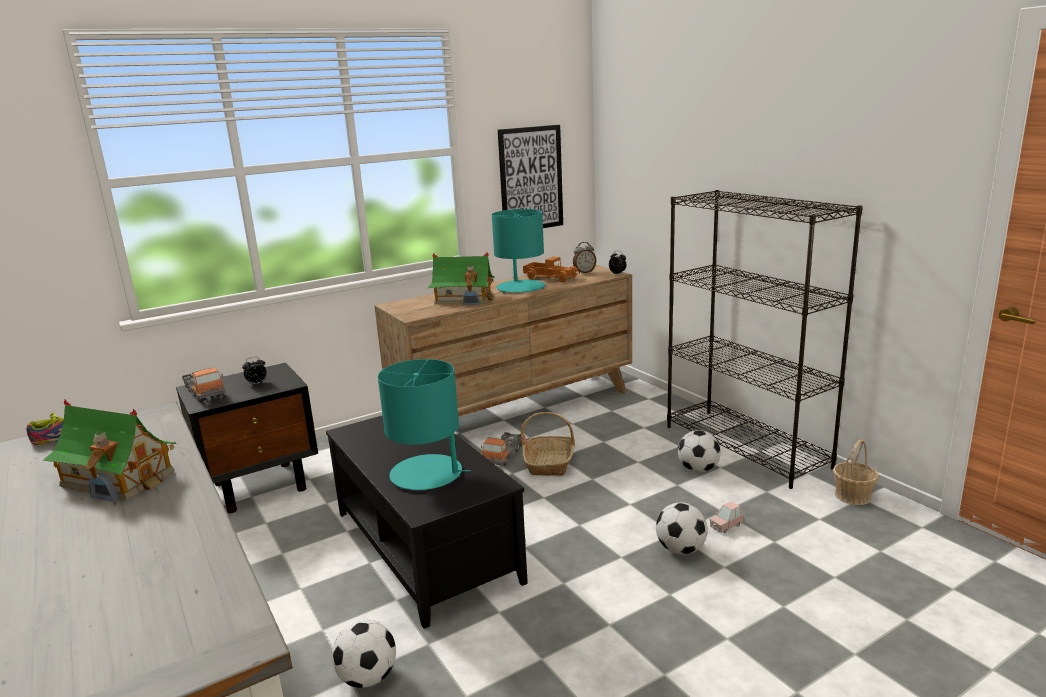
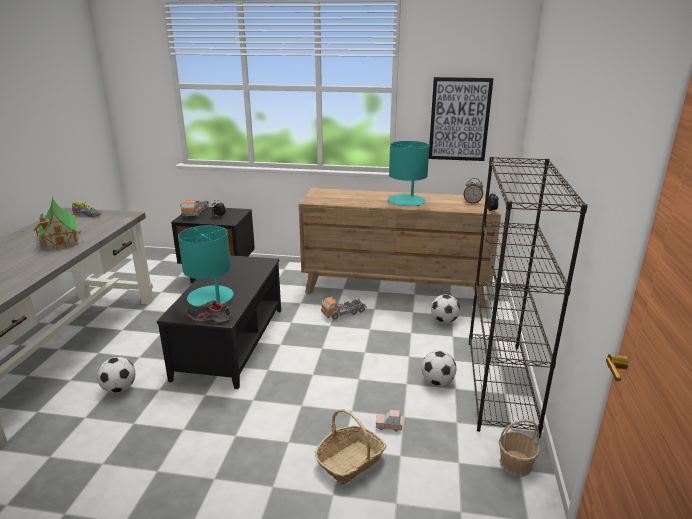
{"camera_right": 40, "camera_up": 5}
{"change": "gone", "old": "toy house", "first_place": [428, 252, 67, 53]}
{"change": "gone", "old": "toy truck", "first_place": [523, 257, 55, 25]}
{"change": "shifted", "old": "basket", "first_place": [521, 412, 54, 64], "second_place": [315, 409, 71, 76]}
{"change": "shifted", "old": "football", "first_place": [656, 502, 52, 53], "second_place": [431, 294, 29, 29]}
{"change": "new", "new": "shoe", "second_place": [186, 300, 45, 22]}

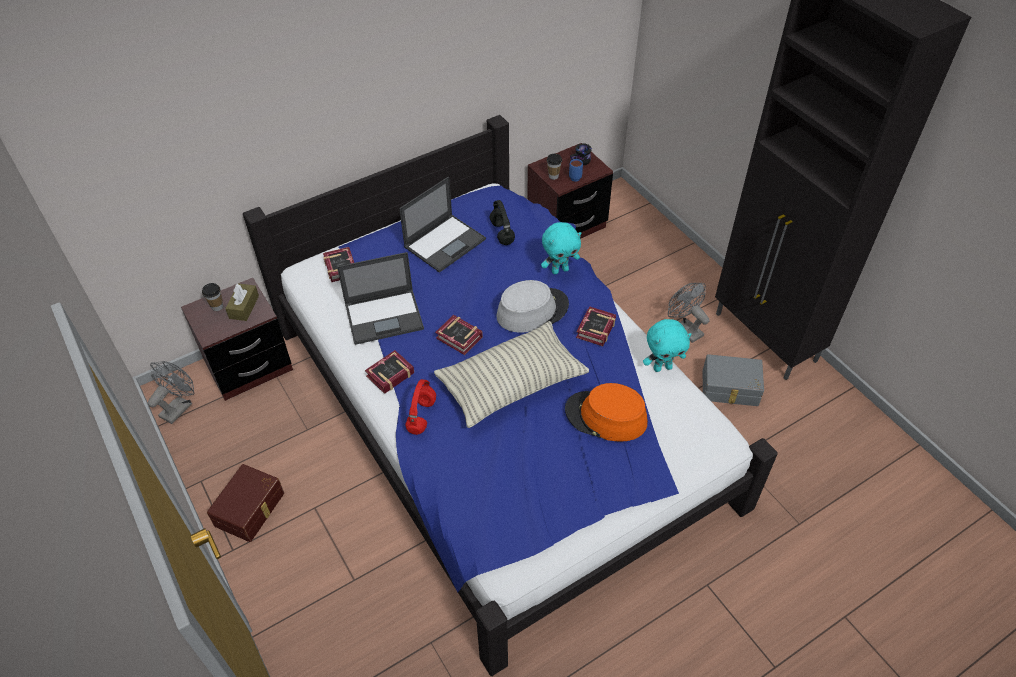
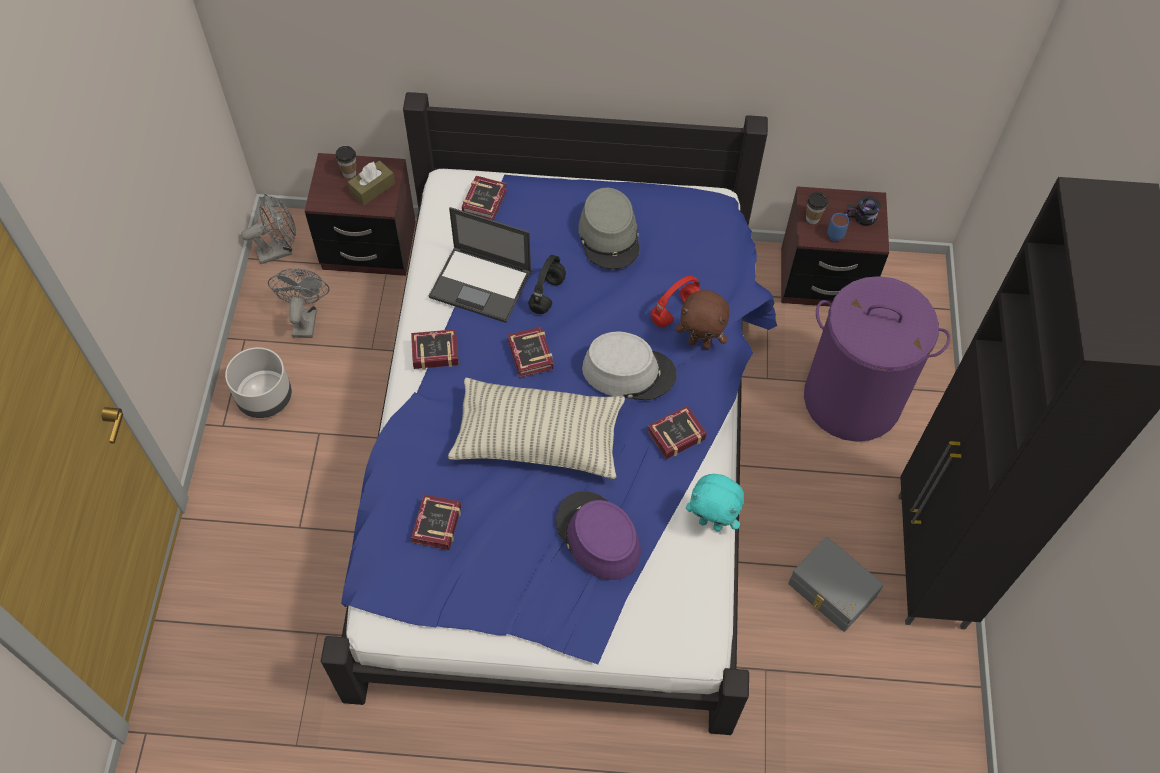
{"camera_right": 35, "camera_up": 10}
{"change": "swapped", "old": "laptop", "new": "hat (grey)", "first_place": [399, 177, 87, 96], "second_place": [578, 188, 62, 81]}
{"change": "shifted", "old": "headphones (black)", "first_place": [490, 200, 25, 45], "second_place": [528, 255, 38, 59]}
{"change": "repainted", "old": "plush toy (turquoise)", "new": "plush toy (brown)", "first_place": [541, 222, 40, 52], "second_place": [676, 290, 53, 59]}
{"change": "shifted", "old": "fan (grey)", "first_place": [668, 283, 42, 60], "second_place": [268, 268, 61, 70]}
{"change": "shifted", "old": "headphones (red)", "first_place": [405, 379, 31, 56], "second_place": [651, 276, 50, 51]}
{"change": "repainted", "old": "hat (orange)", "new": "hat (purple)", "first_place": [565, 383, 83, 59], "second_place": [556, 491, 85, 89]}
{"change": "swapped", "old": "storage box (brown)", "new": "planter (grey)", "first_place": [207, 464, 77, 78], "second_place": [225, 347, 67, 71]}
{"change": "new", "new": "laundry basket (purple)", "second_place": [804, 276, 146, 166]}
{"change": "new", "new": "book", "second_place": [411, 494, 50, 56]}

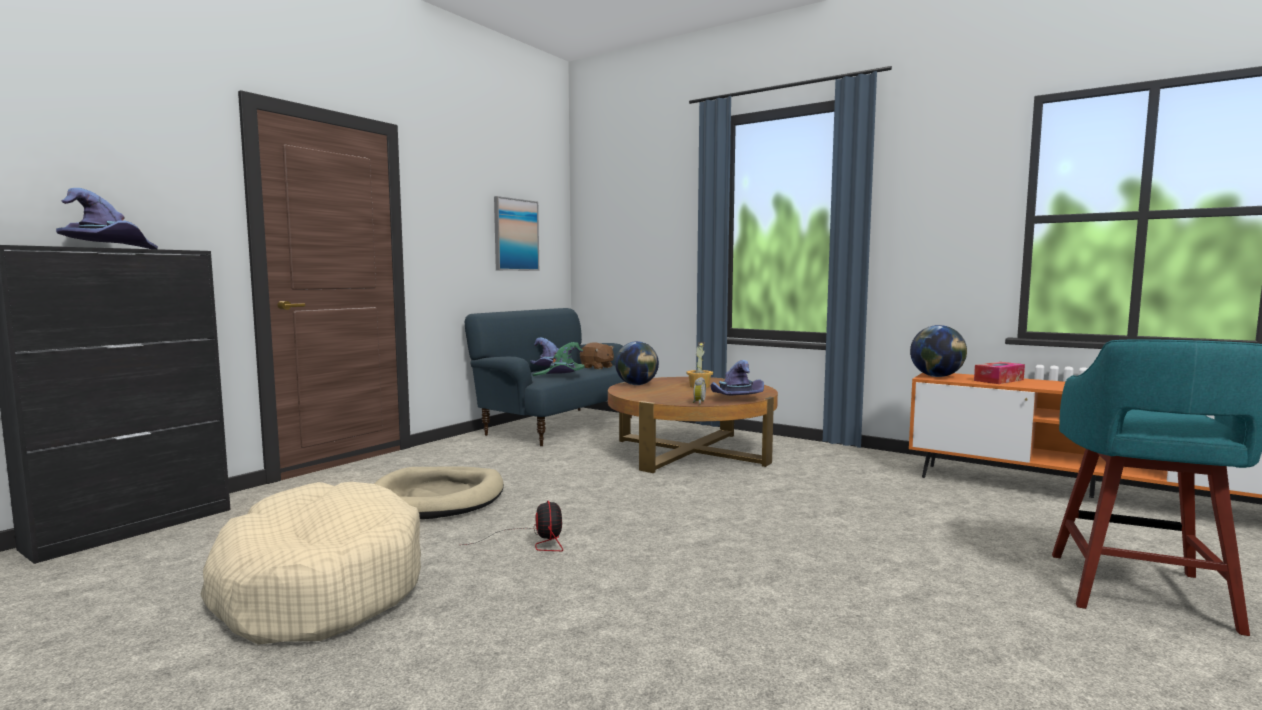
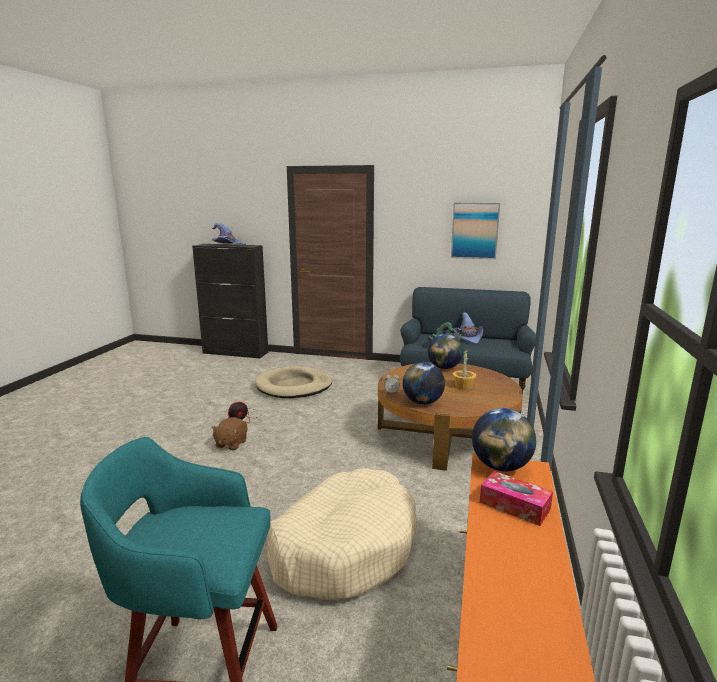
{"camera_right": 70, "camera_up": 10}
{"change": "shifted", "old": "plush toy (brown)", "first_place": [580, 343, 34, 26], "second_place": [211, 417, 36, 33]}
{"change": "swapped", "old": "hat (purple)", "new": "globe", "first_place": [710, 360, 54, 36], "second_place": [403, 362, 42, 43]}
{"change": "shifted", "old": "dog bed (beige)", "first_place": [200, 482, 221, 163], "second_place": [267, 468, 151, 132]}

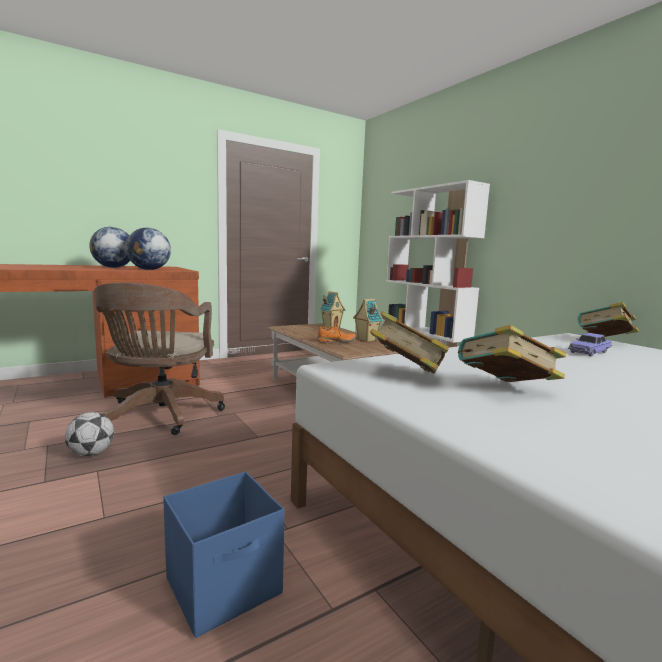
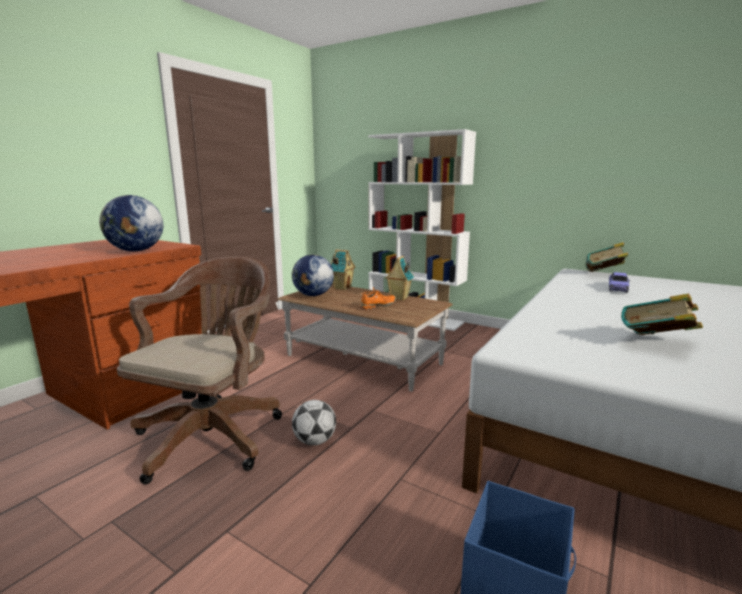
{"camera_right": -25, "camera_up": 5}
{"change": "shifted", "old": "globe", "first_place": [89, 227, 41, 41], "second_place": [291, 255, 43, 41]}
{"change": "rotated", "old": "office chair (brown)", "first_place": [94, 283, 131, 152], "second_place": [117, 256, 165, 228], "degrees": -135}
{"change": "gone", "old": "book", "first_place": [370, 311, 79, 63]}
{"change": "shifted", "old": "football", "first_place": [65, 412, 49, 44], "second_place": [292, 400, 44, 45]}

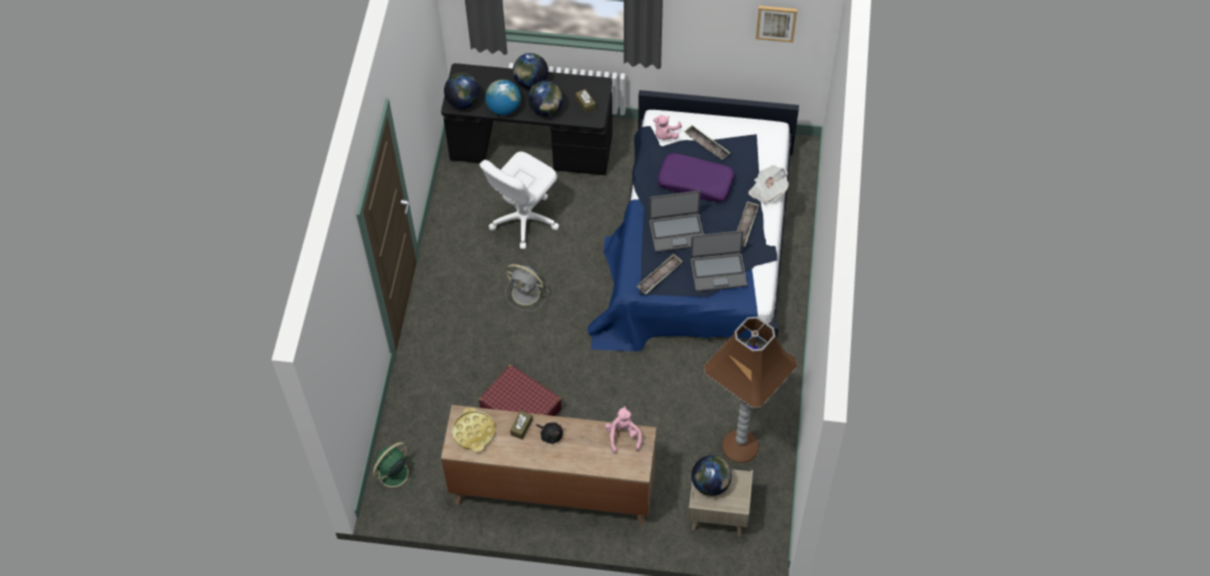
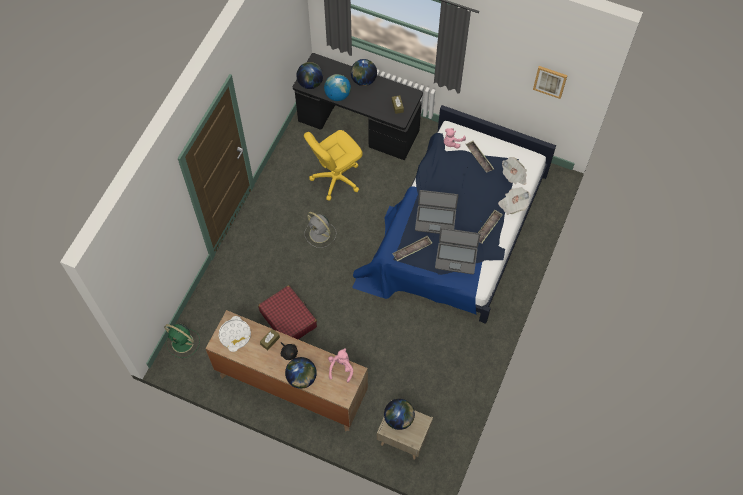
{"camera_right": 15, "camera_up": 5}
{"change": "shifted", "old": "globe", "first_place": [528, 80, 35, 36], "second_place": [285, 357, 32, 32]}
{"change": "repainted", "old": "office chair (white)", "new": "office chair (yellow)", "first_place": [480, 152, 79, 97], "second_place": [304, 130, 59, 71]}
{"change": "gone", "old": "pillow (purple)", "first_place": [658, 153, 76, 49]}
{"change": "gone", "old": "floor lamp (brown)", "first_place": [704, 317, 94, 146]}
{"change": "repainted", "old": "tray (yellow)", "new": "tray (white)", "first_place": [452, 407, 43, 45], "second_place": [219, 316, 32, 36]}
{"change": "rotated", "old": "fan (green)", "first_place": [371, 442, 45, 54], "second_place": [164, 324, 36, 34], "degrees": -120}
{"change": "new", "new": "newspaper", "second_place": [502, 157, 25, 28]}

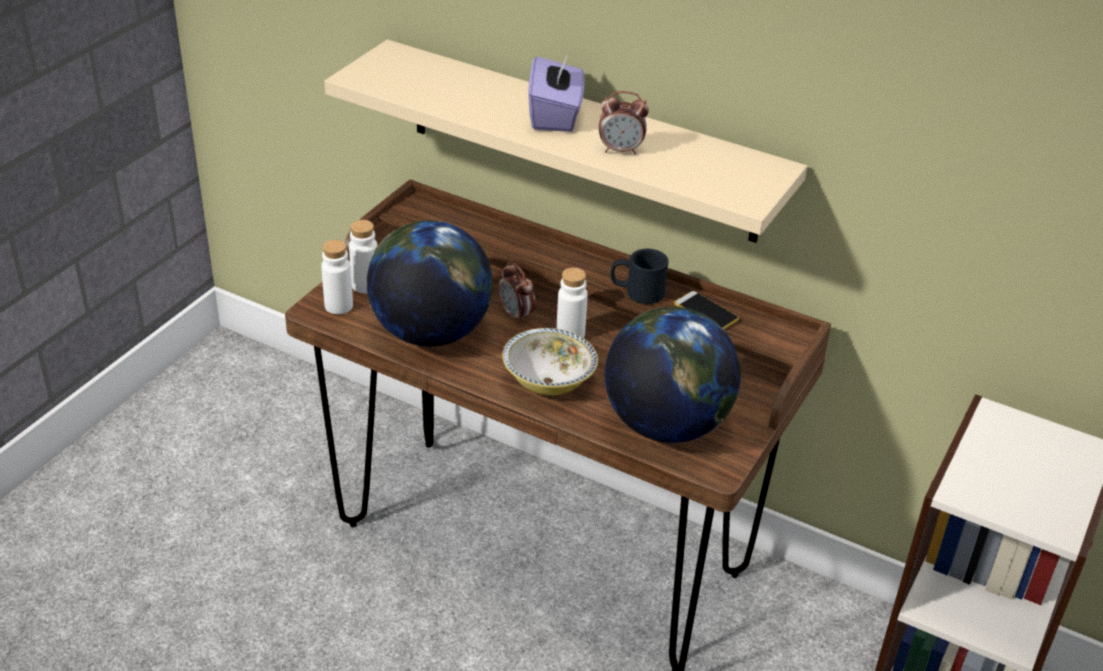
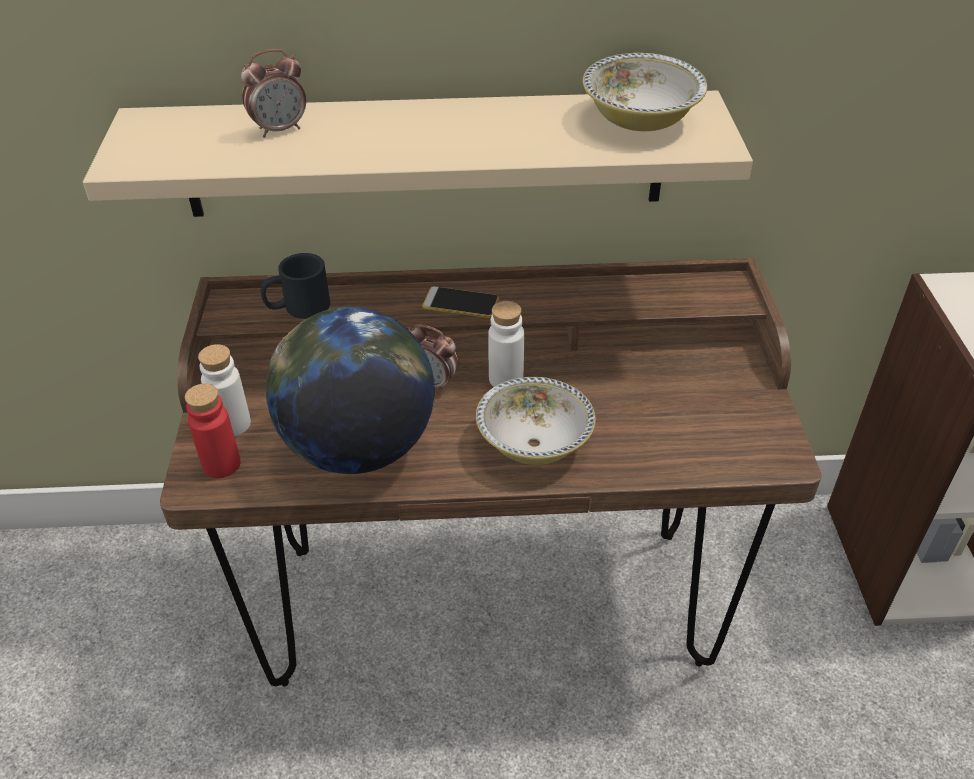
{"camera_right": -30, "camera_up": 5}
{"change": "gone", "old": "tissue box (purple)", "first_place": [528, 51, 56, 81]}
{"change": "shifted", "old": "alarm clock", "first_place": [599, 91, 50, 64], "second_place": [241, 49, 65, 89]}
{"change": "repainted", "old": "bottle (white)", "new": "bottle (red)", "first_place": [321, 240, 32, 74], "second_place": [185, 384, 56, 94]}
{"change": "shifted", "old": "mug (black)", "first_place": [611, 249, 58, 55], "second_place": [261, 253, 69, 66]}
{"change": "shifted", "old": "phone", "first_place": [674, 291, 65, 38], "second_place": [422, 286, 77, 32]}
{"change": "gone", "old": "globe", "first_place": [605, 307, 136, 136]}
{"change": "new", "new": "bowl", "second_place": [583, 53, 124, 78]}

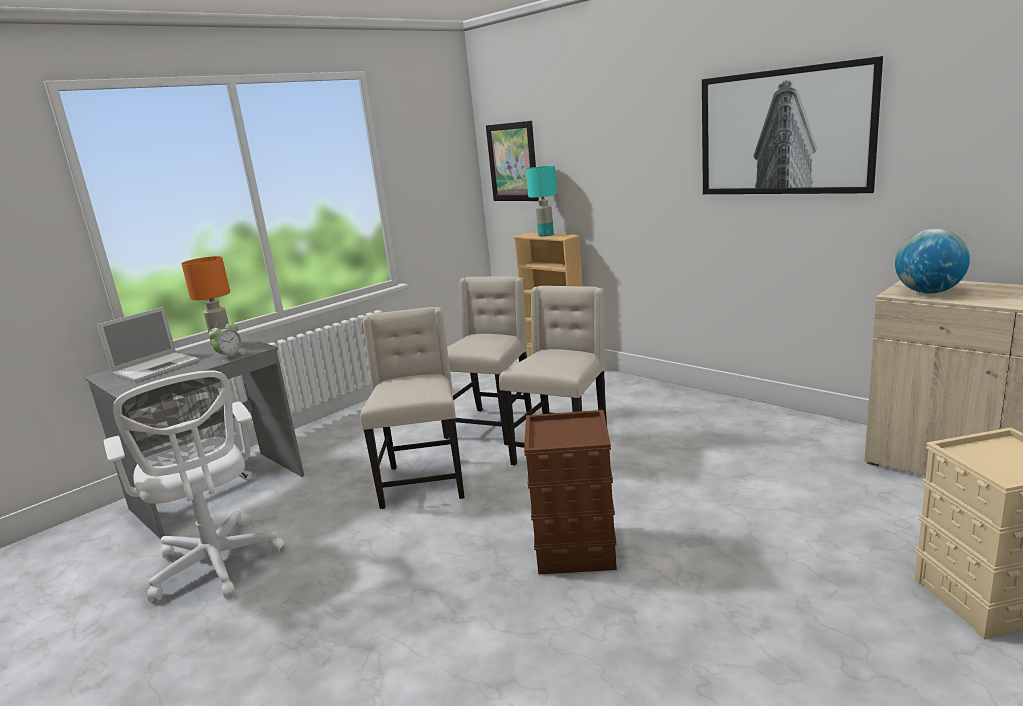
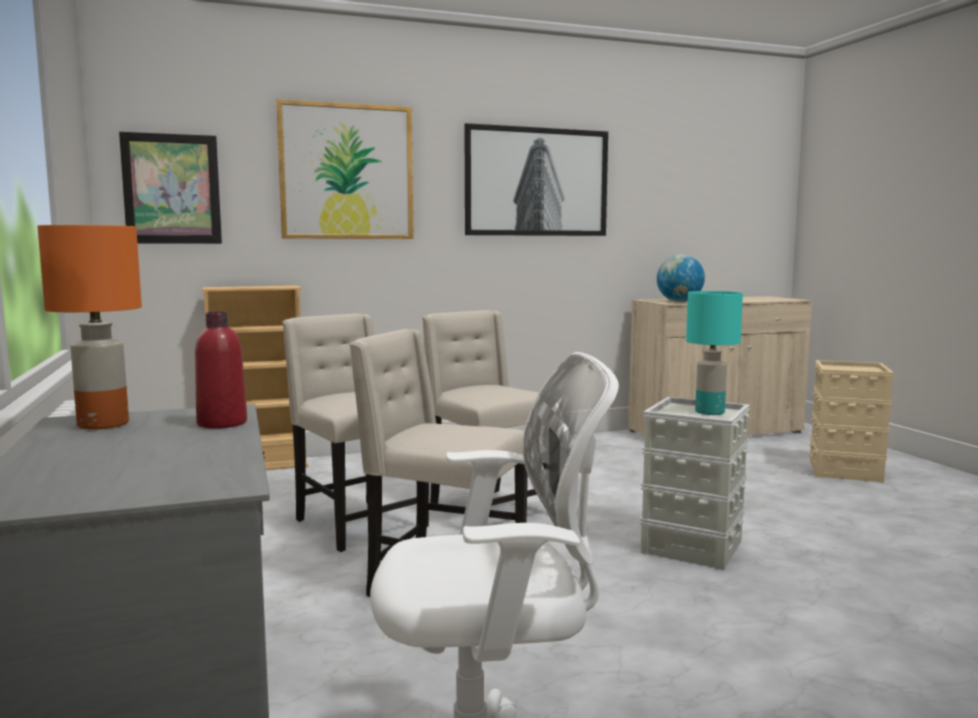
{"camera_right": -65, "camera_up": -10}
{"change": "shifted", "old": "table lamp (turquoise)", "first_place": [526, 166, 31, 70], "second_place": [686, 291, 57, 124]}
{"change": "gone", "old": "laptop", "first_place": [97, 307, 103, 75]}
{"change": "swapped", "old": "alarm clock", "new": "bottle (red)", "first_place": [209, 320, 36, 42], "second_place": [195, 312, 52, 117]}
{"change": "repainted", "old": "storage box (brown)", "new": "storage box (grey)", "first_place": [524, 410, 93, 165], "second_place": [640, 397, 110, 173]}
{"change": "new", "new": "picture", "second_place": [276, 99, 138, 140]}

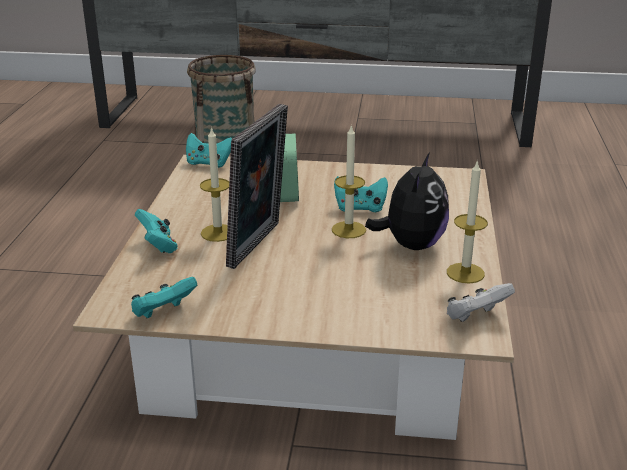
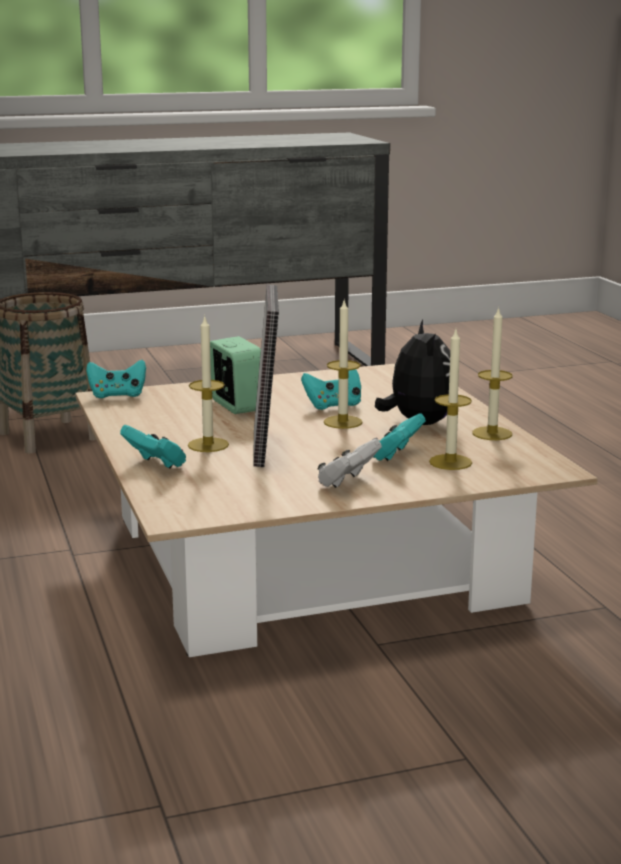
{"camera_right": -25, "camera_up": -10}
{"change": "shifted", "old": "game controller (turquoise)", "first_place": [131, 277, 66, 42], "second_place": [373, 413, 53, 48]}
{"change": "shifted", "old": "game controller (white)", "first_place": [447, 283, 68, 39], "second_place": [317, 439, 65, 49]}
{"change": "new", "new": "candle", "second_place": [429, 330, 43, 140]}

